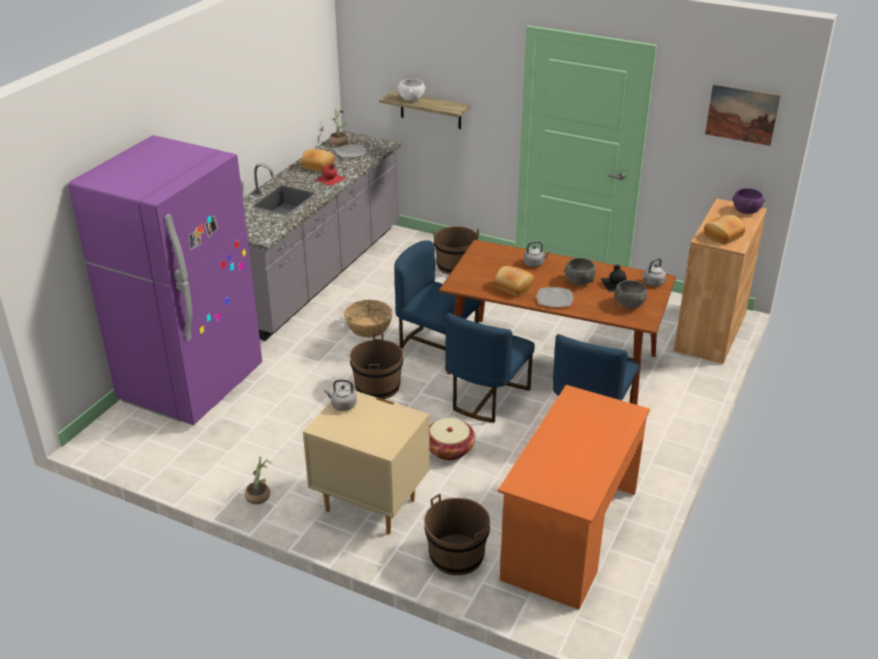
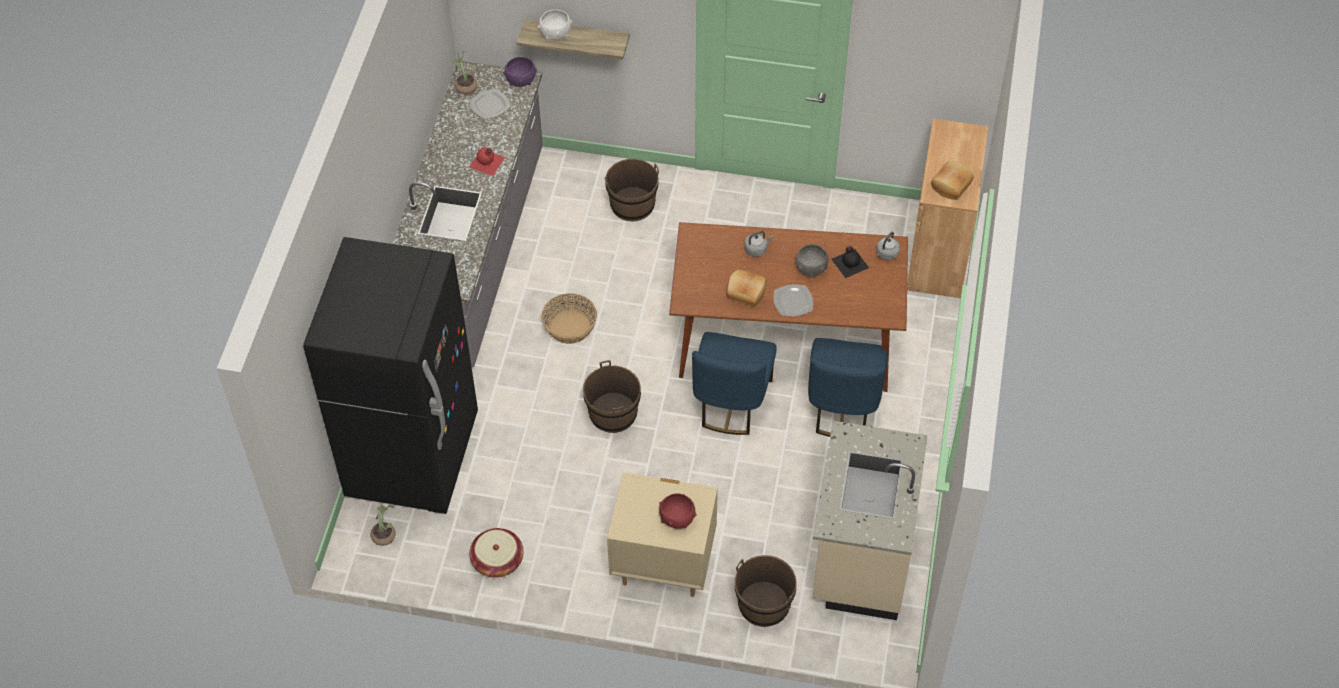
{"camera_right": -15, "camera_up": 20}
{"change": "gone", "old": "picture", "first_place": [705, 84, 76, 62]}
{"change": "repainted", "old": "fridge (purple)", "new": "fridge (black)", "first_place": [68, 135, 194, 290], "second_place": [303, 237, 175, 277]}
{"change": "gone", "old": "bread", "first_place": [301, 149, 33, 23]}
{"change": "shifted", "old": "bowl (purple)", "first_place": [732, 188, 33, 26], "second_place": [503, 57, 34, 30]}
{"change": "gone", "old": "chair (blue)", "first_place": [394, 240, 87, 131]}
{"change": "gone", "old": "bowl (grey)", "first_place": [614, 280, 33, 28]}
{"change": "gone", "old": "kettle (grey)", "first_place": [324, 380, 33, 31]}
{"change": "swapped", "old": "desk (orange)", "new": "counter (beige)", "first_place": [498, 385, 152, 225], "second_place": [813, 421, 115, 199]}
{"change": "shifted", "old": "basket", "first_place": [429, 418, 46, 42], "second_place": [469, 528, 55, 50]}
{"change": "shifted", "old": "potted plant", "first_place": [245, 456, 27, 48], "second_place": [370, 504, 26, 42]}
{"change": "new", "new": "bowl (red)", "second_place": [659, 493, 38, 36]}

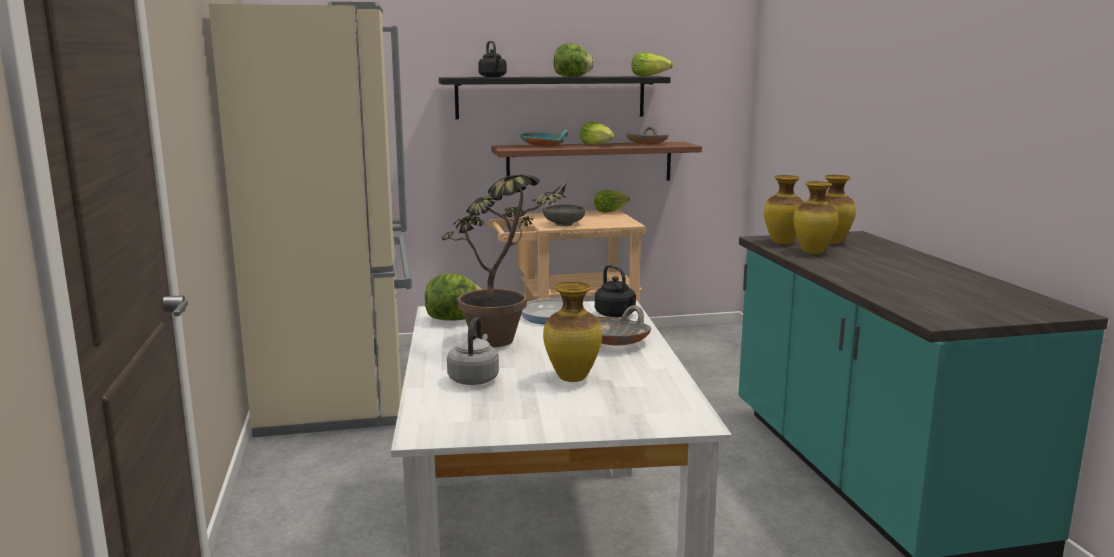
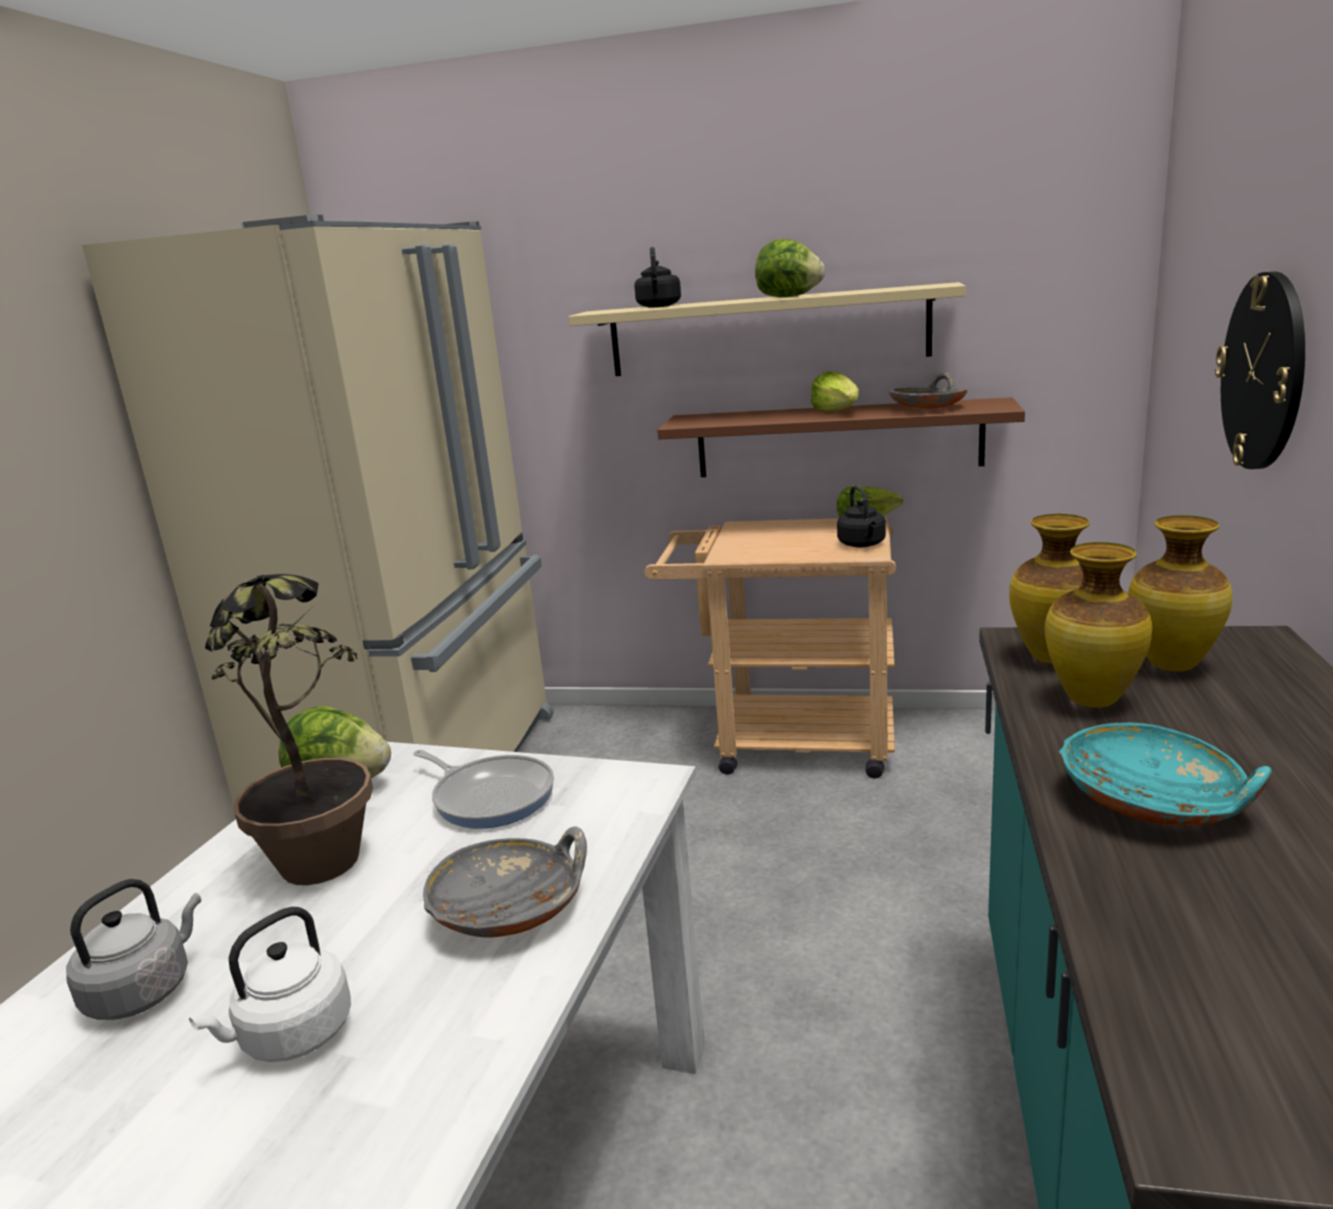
{"camera_right": 25, "camera_up": 5}
{"change": "gone", "old": "lettuce", "first_place": [631, 52, 42, 24]}
{"change": "repainted", "old": "shelf (black)", "new": "shelf (beige)", "first_place": [439, 76, 231, 43], "second_place": [569, 282, 397, 94]}
{"change": "shifted", "old": "bowl (turquoise)", "first_place": [520, 130, 48, 17], "second_place": [1059, 722, 213, 104]}
{"change": "gone", "old": "bowl (grey)", "first_place": [543, 204, 42, 22]}
{"change": "shifted", "old": "kettle (black)", "first_place": [595, 264, 41, 53], "second_place": [837, 485, 49, 62]}
{"change": "swapped", "old": "vase", "new": "kettle (white)", "first_place": [543, 282, 59, 100], "second_place": [189, 907, 162, 155]}
{"change": "new", "new": "wall clock", "second_place": [1215, 271, 90, 198]}

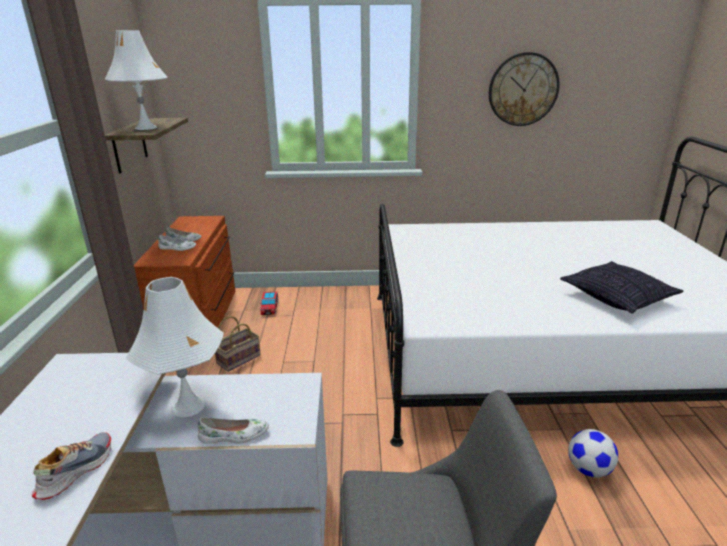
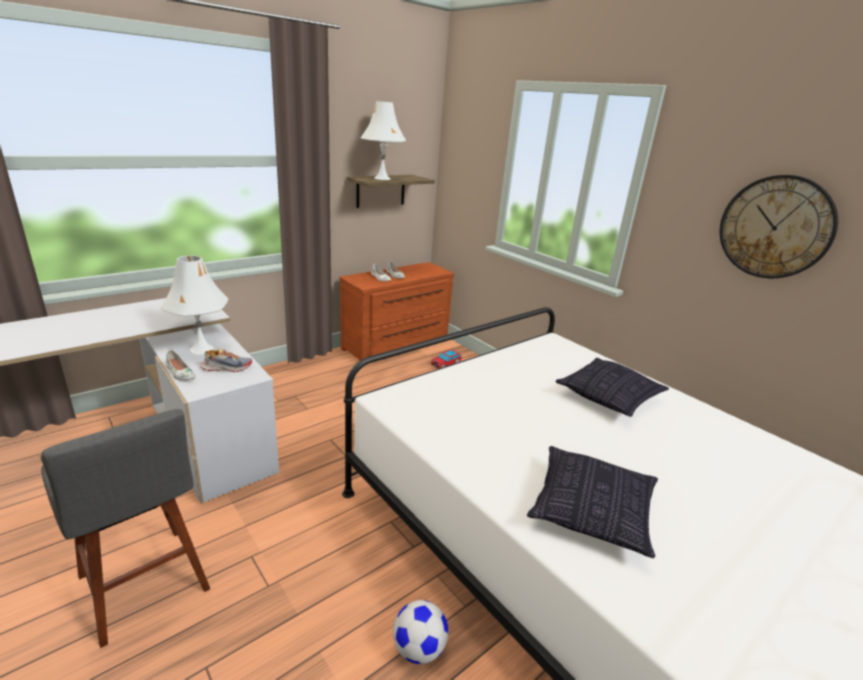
{"camera_right": 50, "camera_up": 0}
{"change": "gone", "old": "basket", "first_place": [215, 316, 46, 56]}
{"change": "shifted", "old": "shoe", "first_place": [32, 432, 79, 68], "second_place": [201, 348, 51, 24]}
{"change": "new", "new": "pillow", "second_place": [555, 358, 114, 59]}

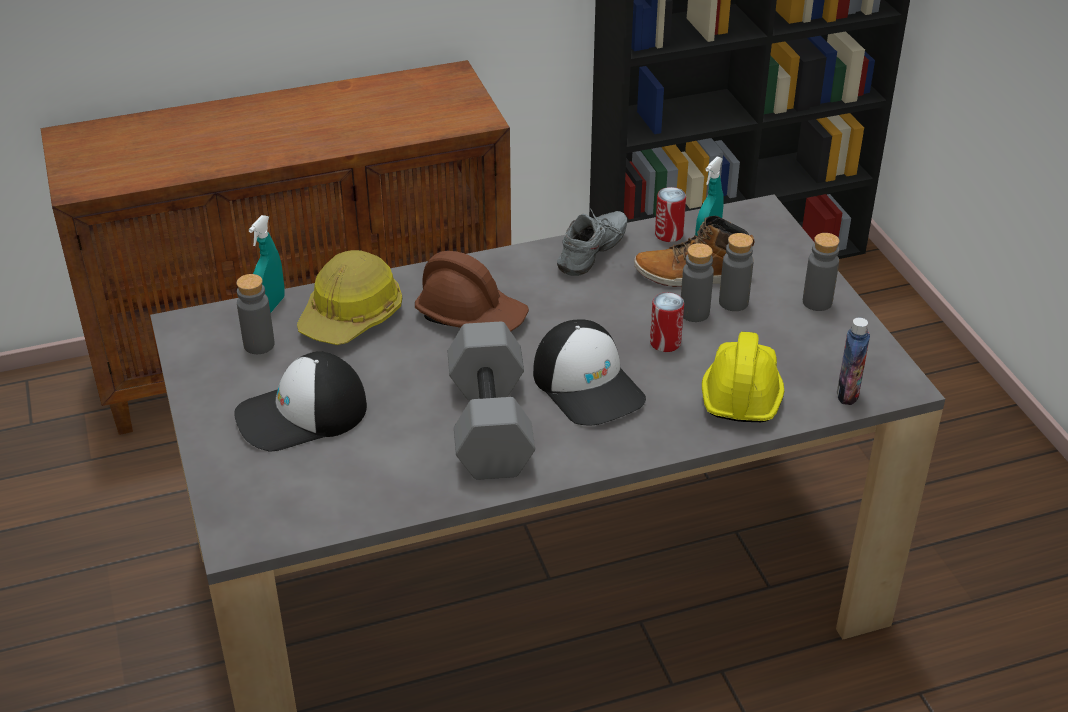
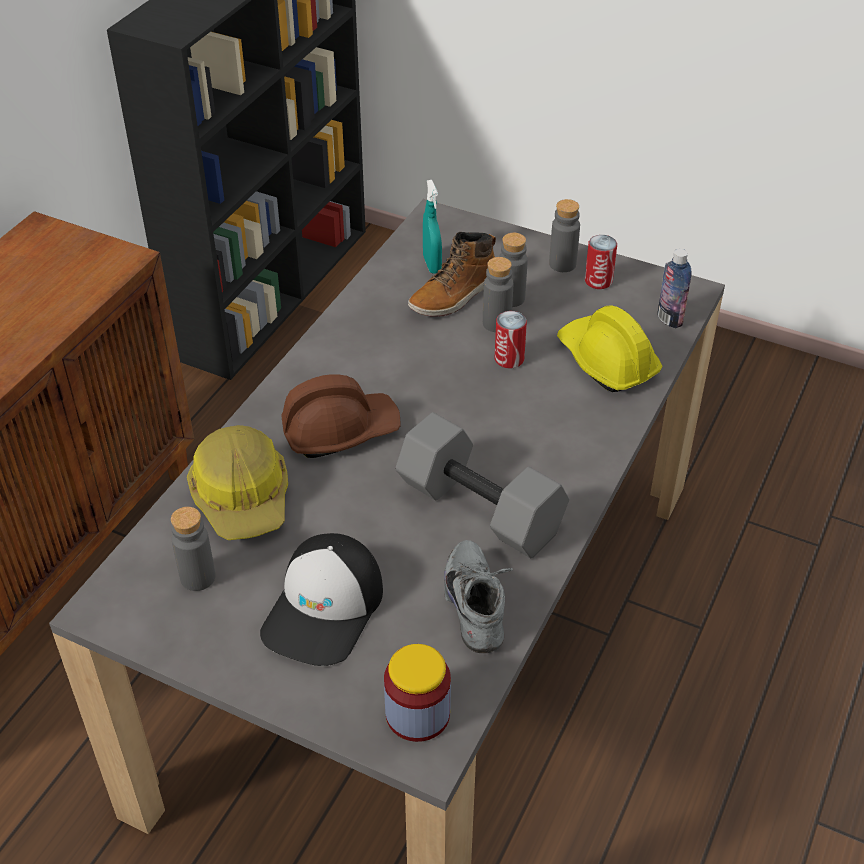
{"camera_right": -45, "camera_up": 5}
{"change": "shifted", "old": "can", "first_place": [655, 187, 31, 55], "second_place": [585, 235, 32, 54]}
{"change": "shifted", "old": "shoe (grey)", "first_place": [557, 208, 70, 68], "second_place": [444, 540, 69, 113]}
{"change": "gone", "old": "spray bottle (turquoise)", "first_place": [249, 215, 36, 98]}
{"change": "gone", "old": "cap", "first_place": [533, 320, 113, 105]}
{"change": "new", "new": "jar", "second_place": [384, 644, 67, 98]}

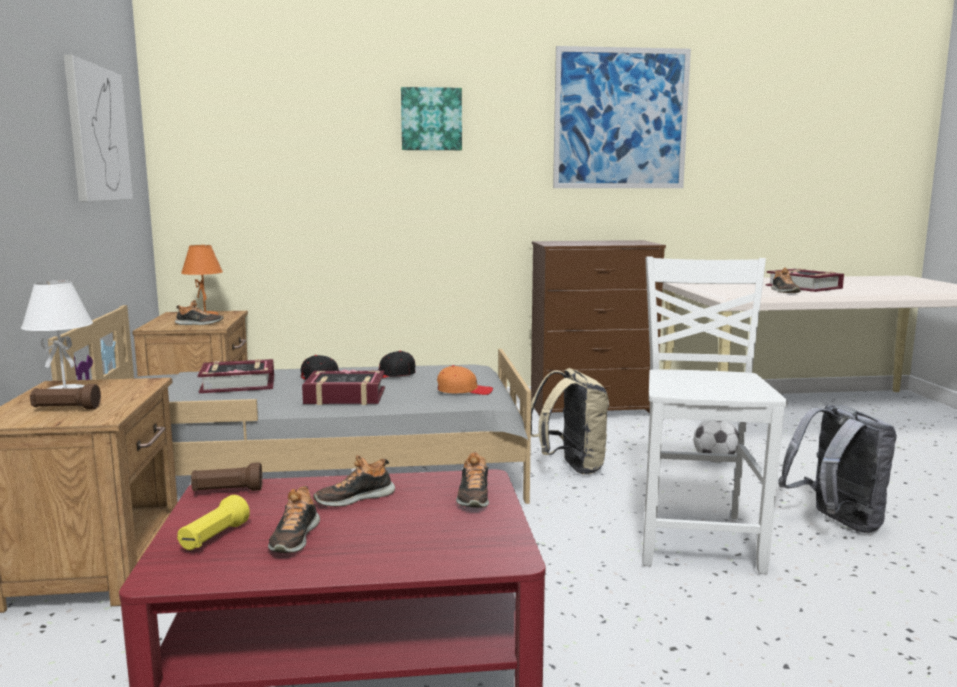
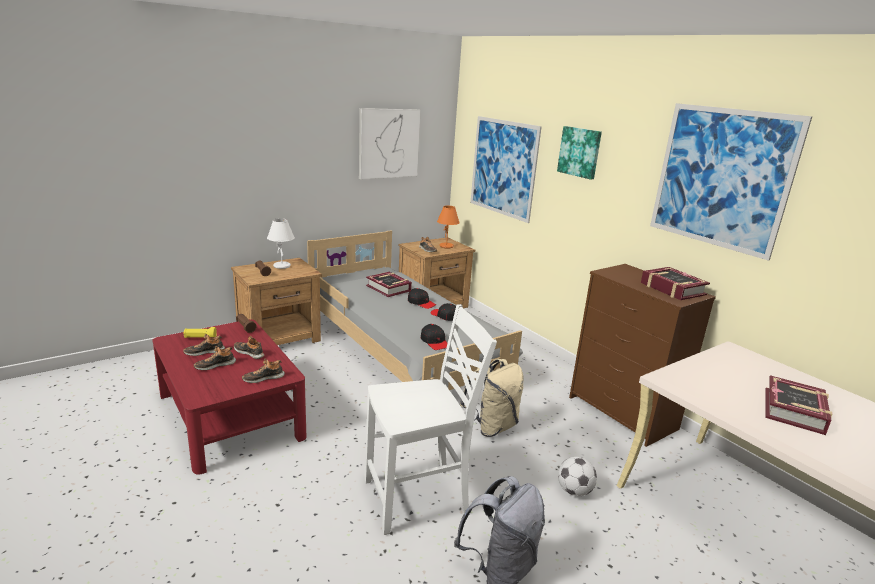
{"camera_right": 60, "camera_up": 10}
{"change": "shifted", "old": "shoe", "first_place": [771, 268, 29, 25], "second_place": [194, 346, 42, 24]}
{"change": "repainted", "old": "cap (orange)", "new": "cap (black)", "first_place": [437, 365, 56, 30], "second_place": [421, 324, 26, 26]}
{"change": "shifted", "old": "book", "first_place": [302, 369, 83, 36], "second_place": [641, 267, 69, 33]}
{"change": "new", "new": "picture", "second_place": [470, 116, 72, 107]}

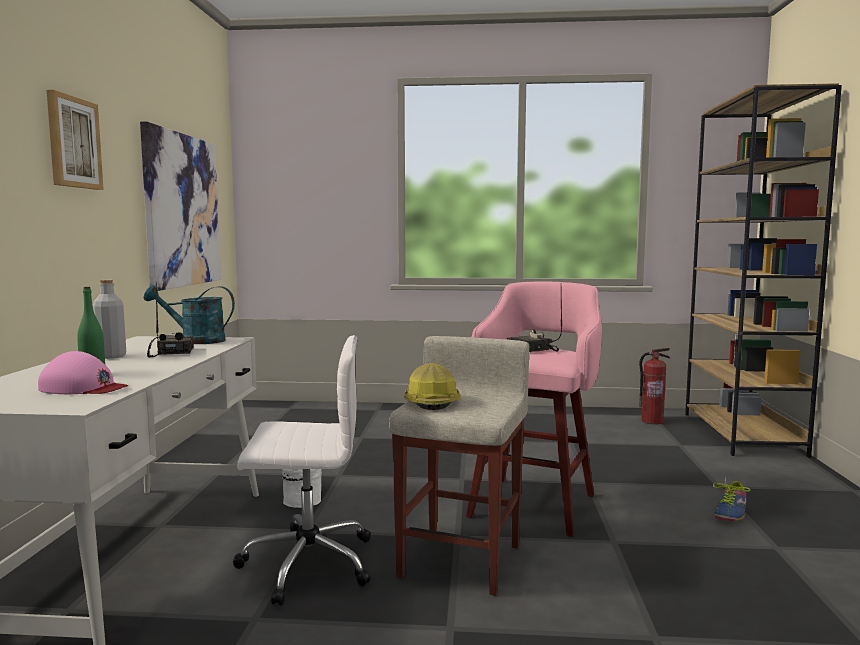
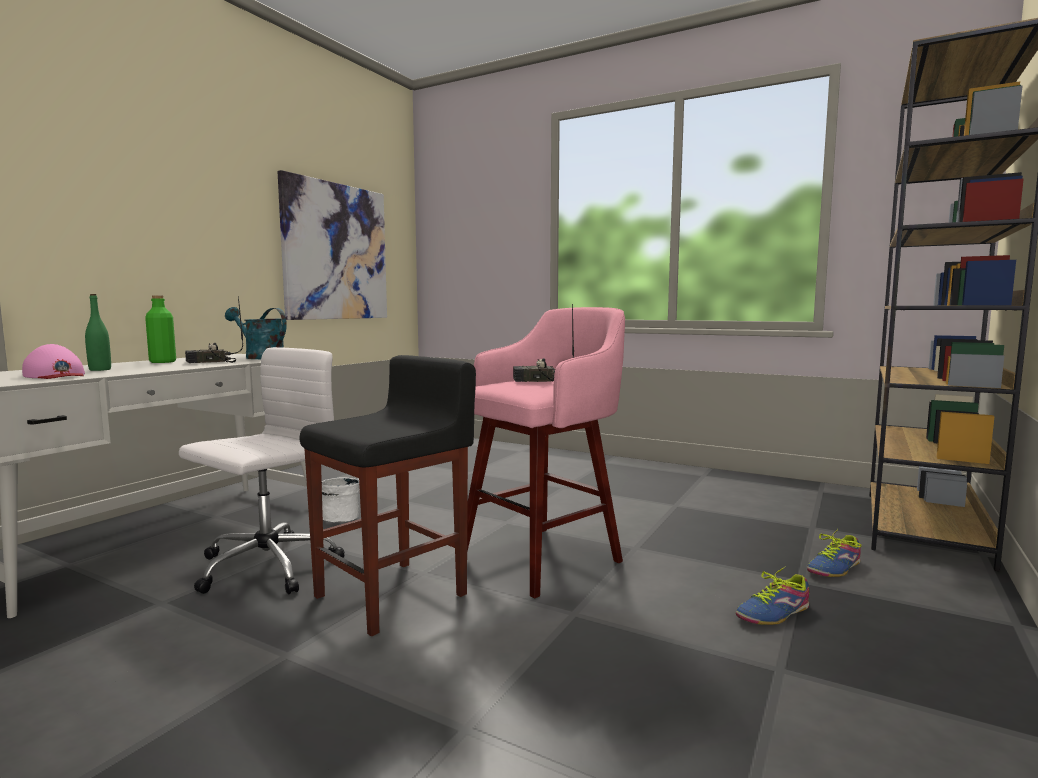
{"camera_right": 25, "camera_up": 0}
{"change": "gone", "old": "picture", "first_place": [47, 90, 57, 100]}
{"change": "repainted", "old": "bottle (grey)", "new": "bottle (green)", "first_place": [92, 280, 34, 79], "second_place": [145, 296, 31, 67]}
{"change": "rotated", "old": "radio", "first_place": [147, 282, 47, 76], "second_place": [185, 296, 58, 67], "degrees": -135}
{"change": "rotated", "old": "office chair (white)", "first_place": [233, 335, 138, 271], "second_place": [179, 347, 166, 247], "degrees": -75}
{"change": "repainted", "old": "stool (beige)", "new": "stool (black)", "first_place": [389, 336, 140, 260], "second_place": [300, 355, 176, 281]}
{"change": "gone", "old": "fire extinguisher", "first_place": [639, 348, 31, 76]}
{"change": "gone", "old": "hard hat", "first_place": [404, 363, 57, 47]}
{"change": "new", "new": "shoe", "second_place": [807, 529, 54, 48]}

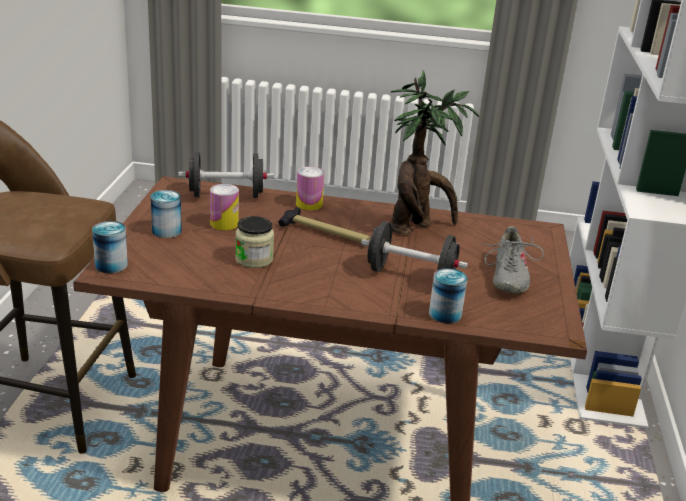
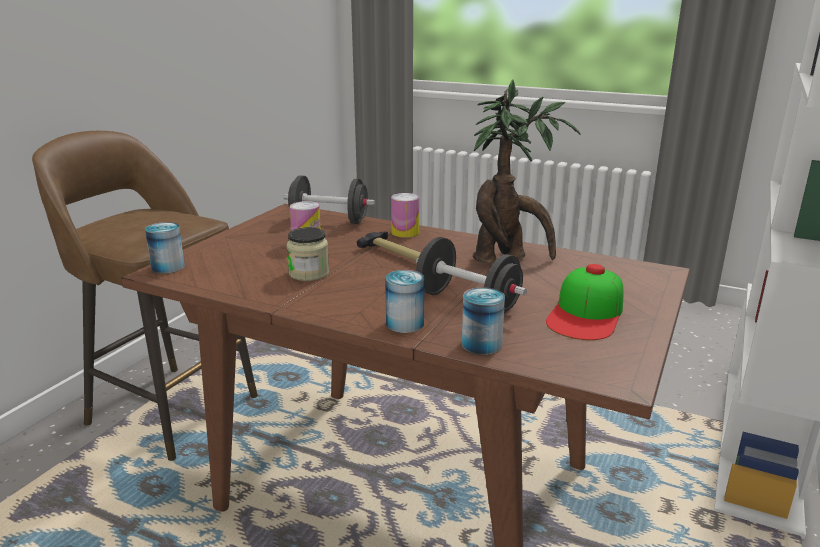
{"camera_right": 20, "camera_up": -5}
{"change": "shifted", "old": "can", "first_place": [151, 190, 31, 48], "second_place": [385, 270, 40, 63]}
{"change": "swapped", "old": "shoe (grey)", "new": "cap", "first_place": [481, 226, 63, 68], "second_place": [546, 264, 77, 76]}

